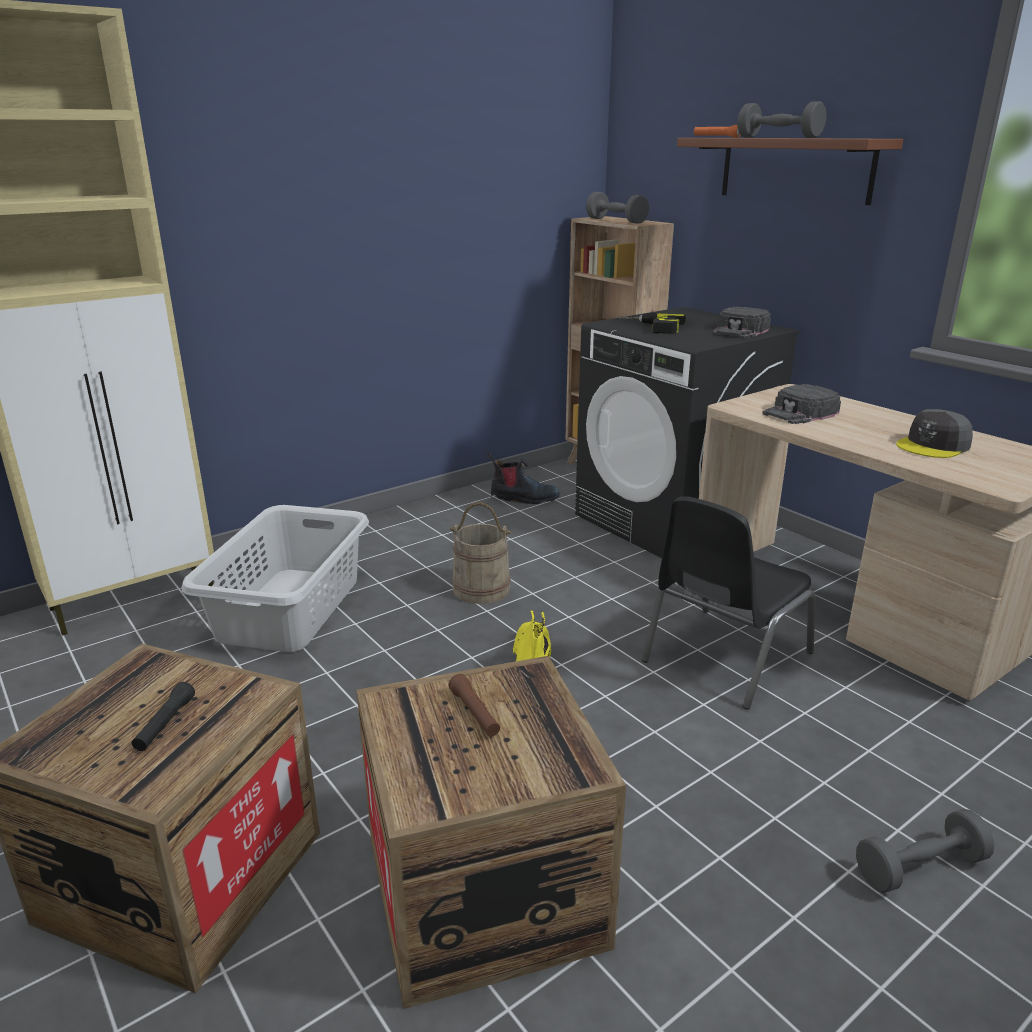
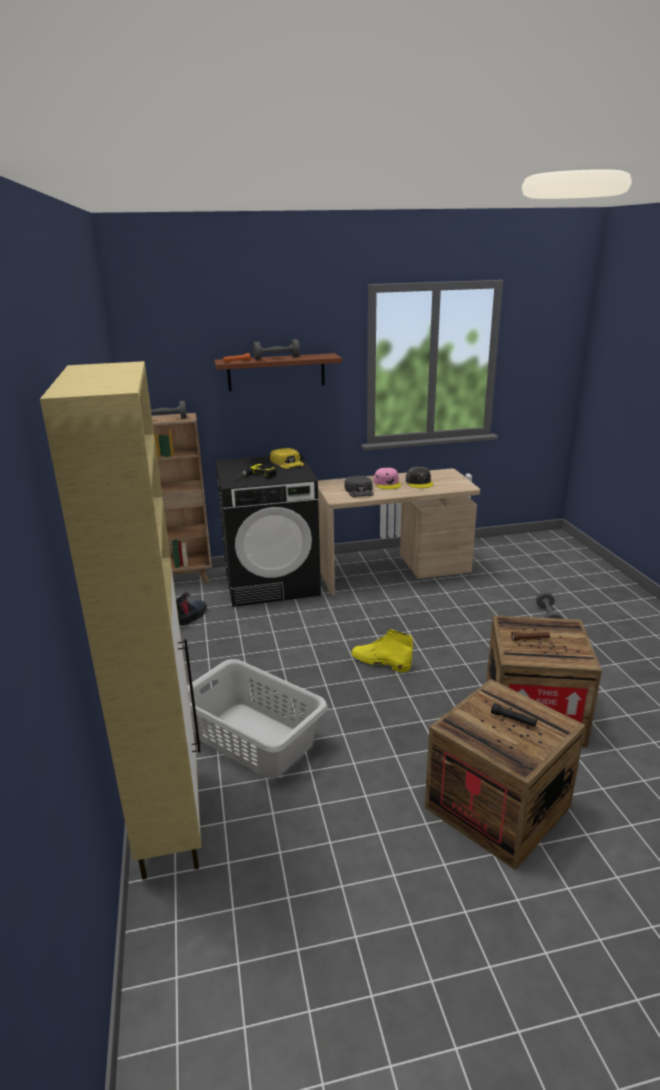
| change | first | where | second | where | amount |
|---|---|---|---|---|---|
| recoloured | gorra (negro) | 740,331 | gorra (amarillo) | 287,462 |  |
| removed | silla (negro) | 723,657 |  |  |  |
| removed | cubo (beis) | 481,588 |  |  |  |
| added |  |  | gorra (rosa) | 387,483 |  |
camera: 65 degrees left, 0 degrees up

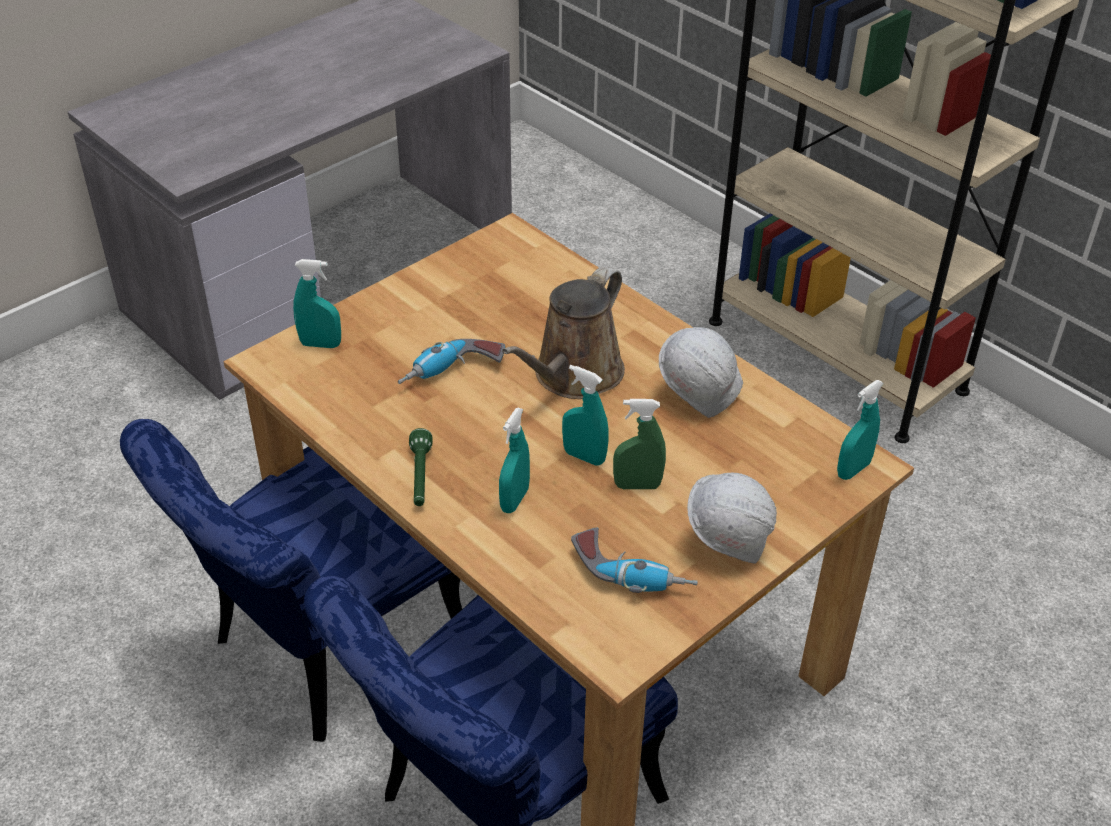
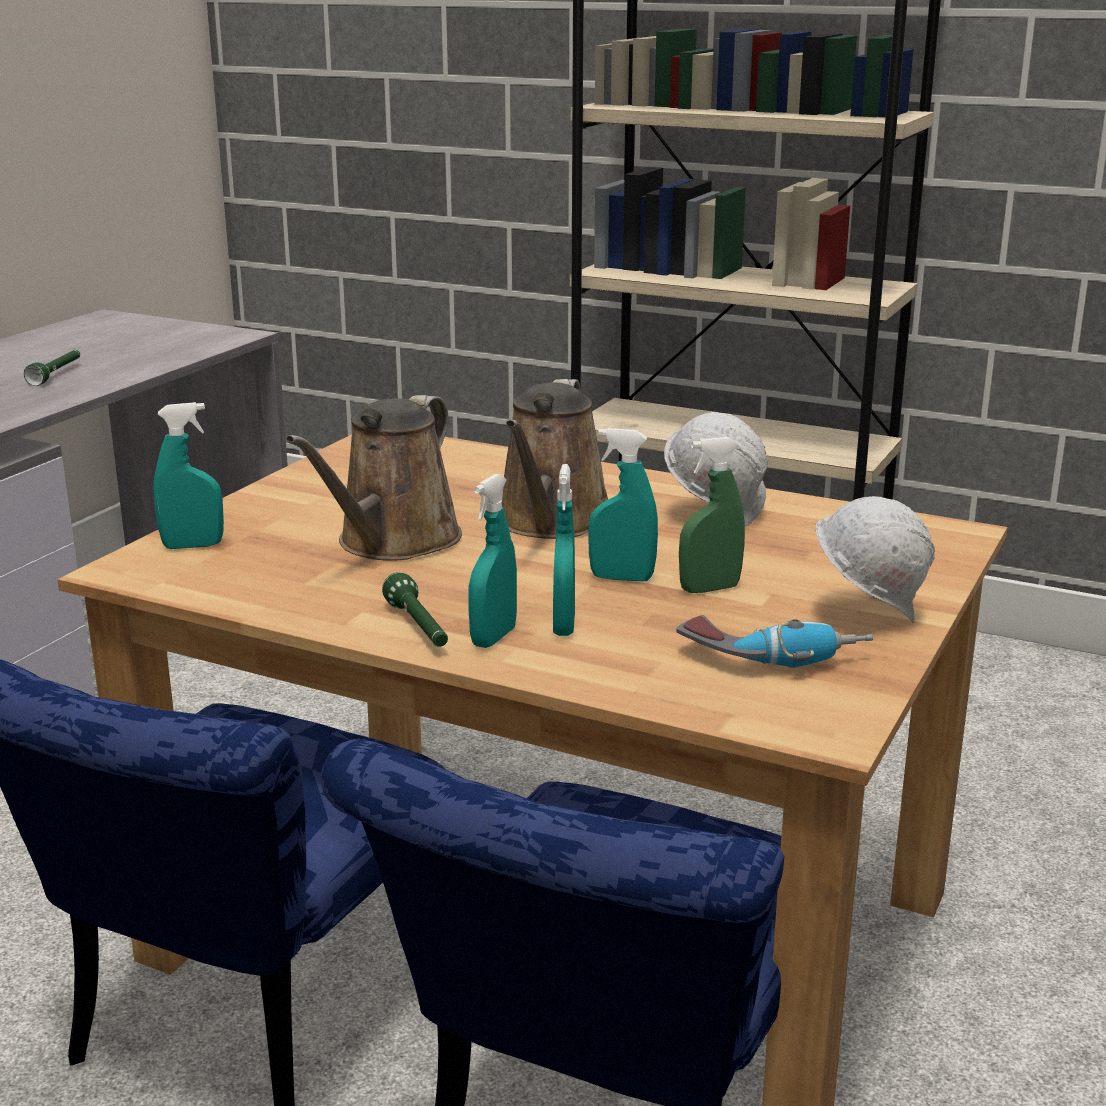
| change | first | where | second | where | amount |
|---|---|---|---|---|---|
| replaced | taladro | 452,374 | regadera (marrón) | 393,542 |  |
| moved | pulverizador (turquesa) | 853,469 |  | 493,638 |  |
| added |  |  | linterna (verde) | 57,374 |  |
camera: 20 degrees left, 20 degrees down

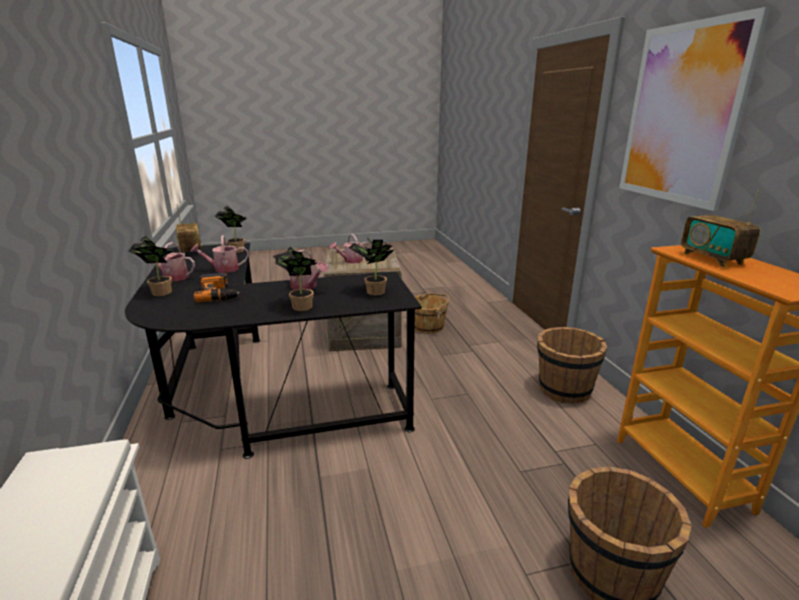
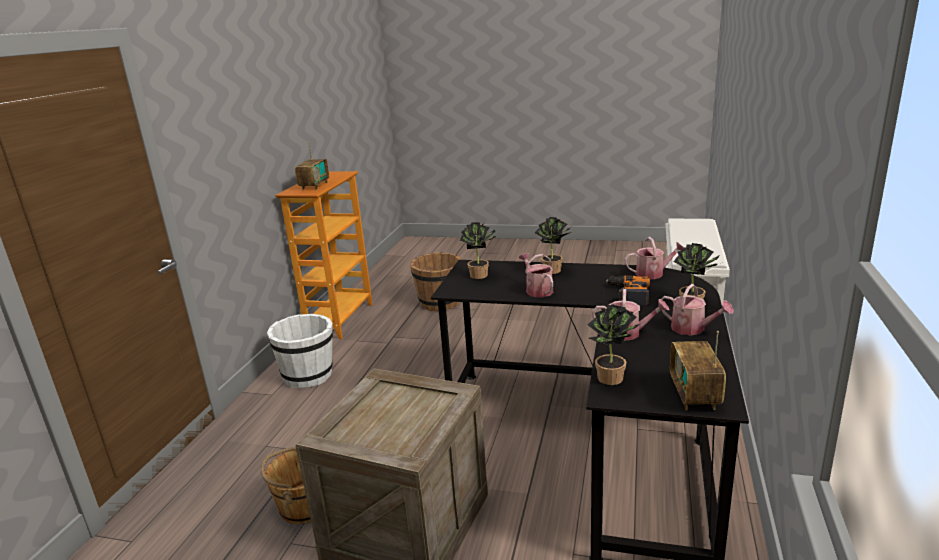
| change | first | where | second | where | amount |
|---|---|---|---|---|---|
| removed | cuadro | 682,115 |  |  |  |
| moved | regadera | 350,261 |  | 653,273 |  |
| recoloured | cubo (marrón) | 563,390 | cubo (blanco) | 308,375 |  |
camera: 150 degrees left, 0 degrees up

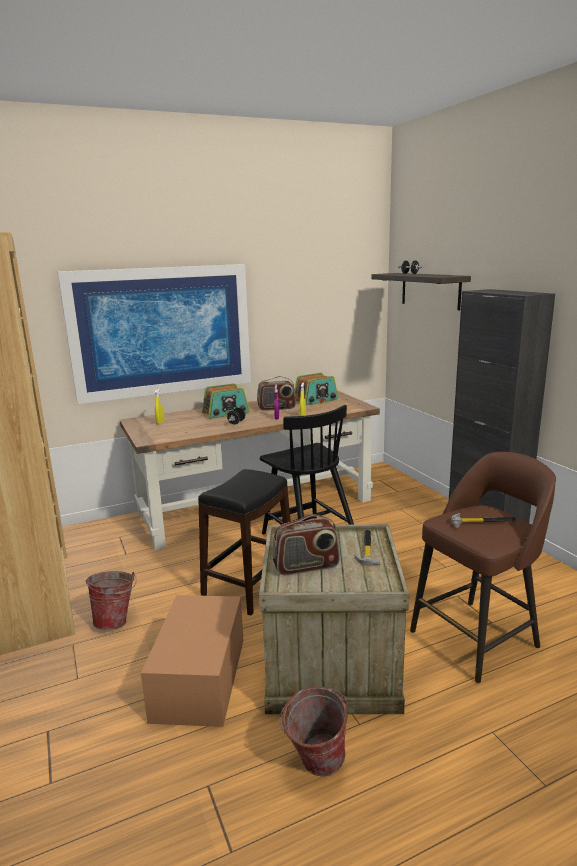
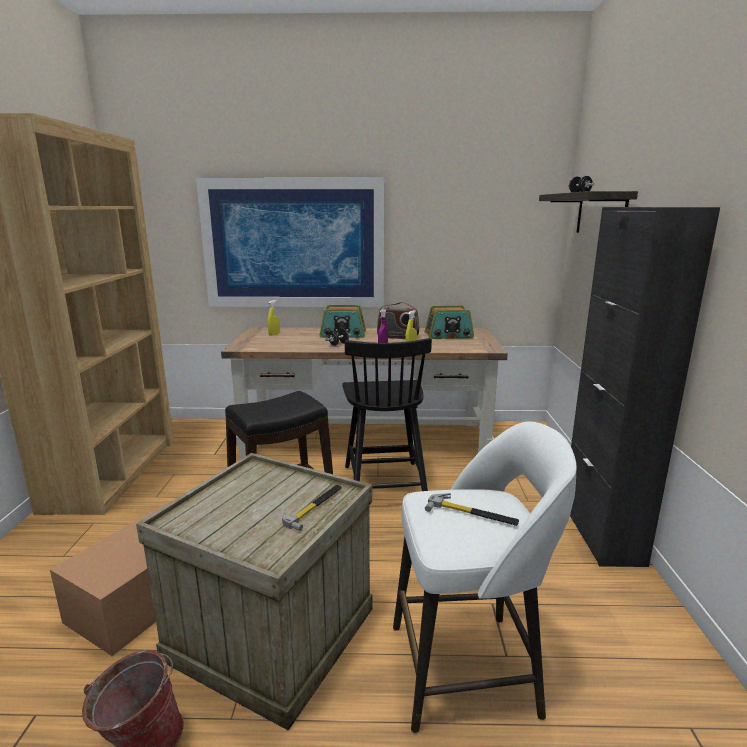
| change | first | where | second | where | amount |
|---|---|---|---|---|---|
| recoloured | taburete (marrón) | 476,637 | taburete (blanco) | 468,668 |  |
| removed | radio | 306,566 |  |  |  |
| removed | cubo | 116,621 |  |  |  |
camera: 25 degrees right, 0 degrees up

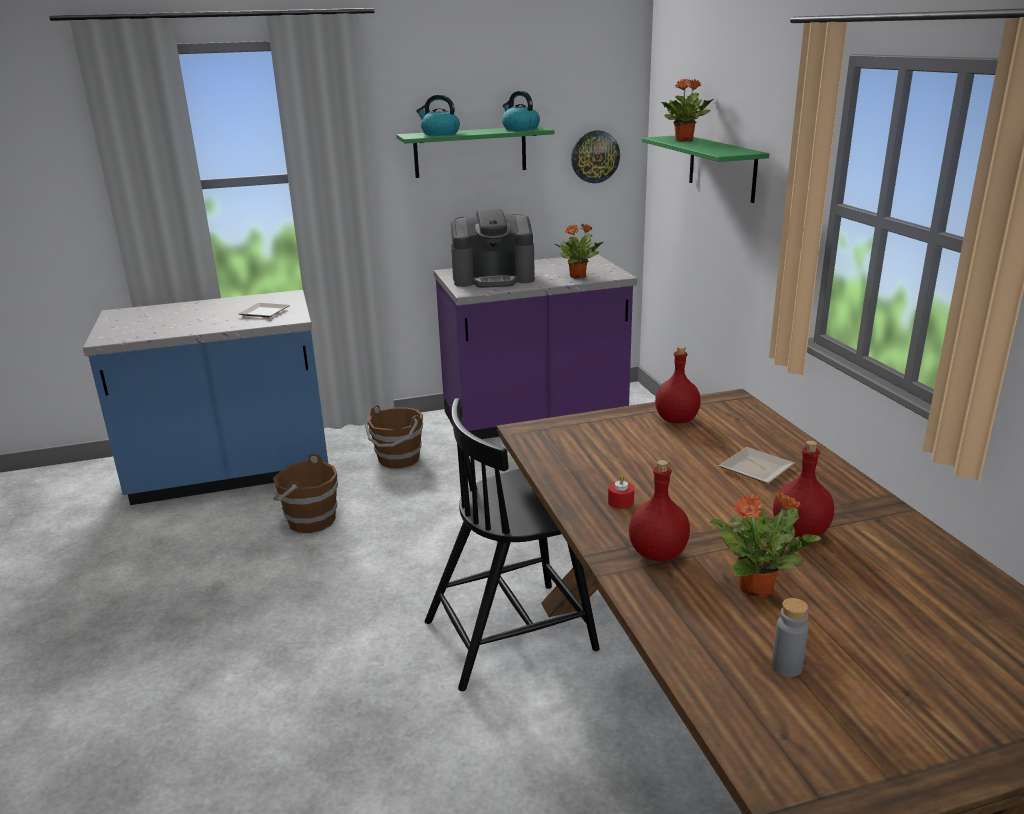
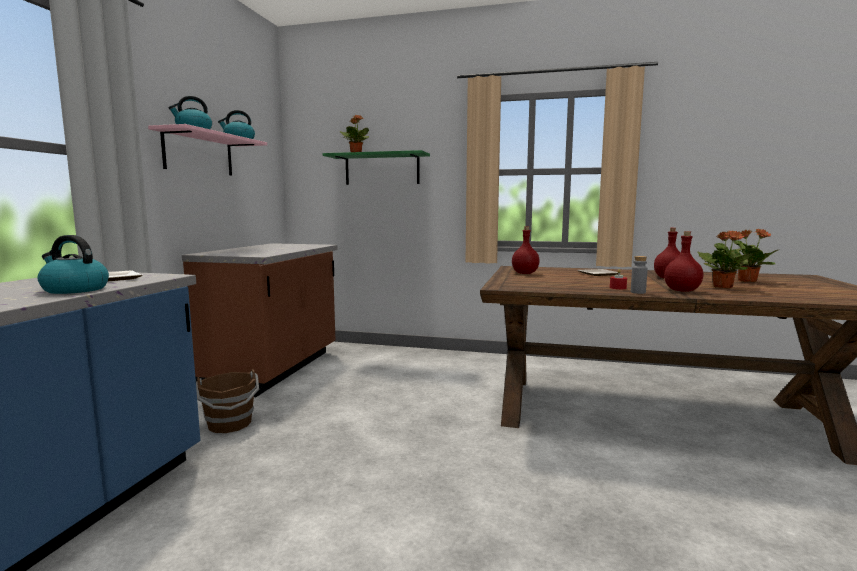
| change | first | where | second | where | amount |
|---|---|---|---|---|---|
| recoloured | estante (verde) | 470,152 | estante (rosa) | 199,154 |  |
| removed | reloj de pared | 595,156 |  |  |  |
| removed | cafetera | 493,278 |  |  |  |
| moved | planta en maceta | 578,276 |  | 746,281 |  |
| recoloured | mueble bajo de cocina (morado) | 535,418 | mueble bajo de cocina (marrón) | 275,370 |  |
| removed | silla (negro) | 512,633 |  |  |  |
| removed | cubo (marrón) | 310,520 |  |  |  |
| moved | botella (gris) | 786,667 |  | 638,292 |  |
| added |  |  | hervidor | 74,290 |  |
camera: 60 degrees left, 15 degrees down

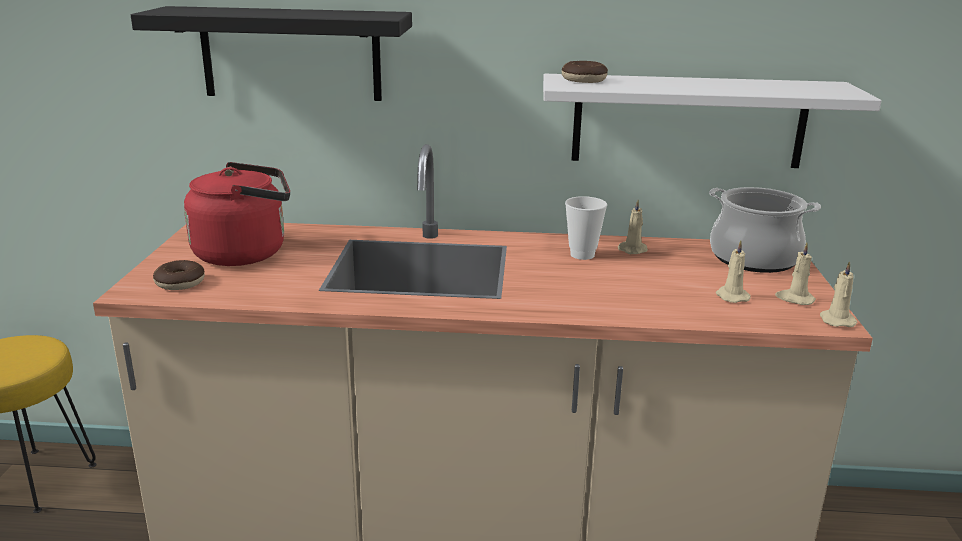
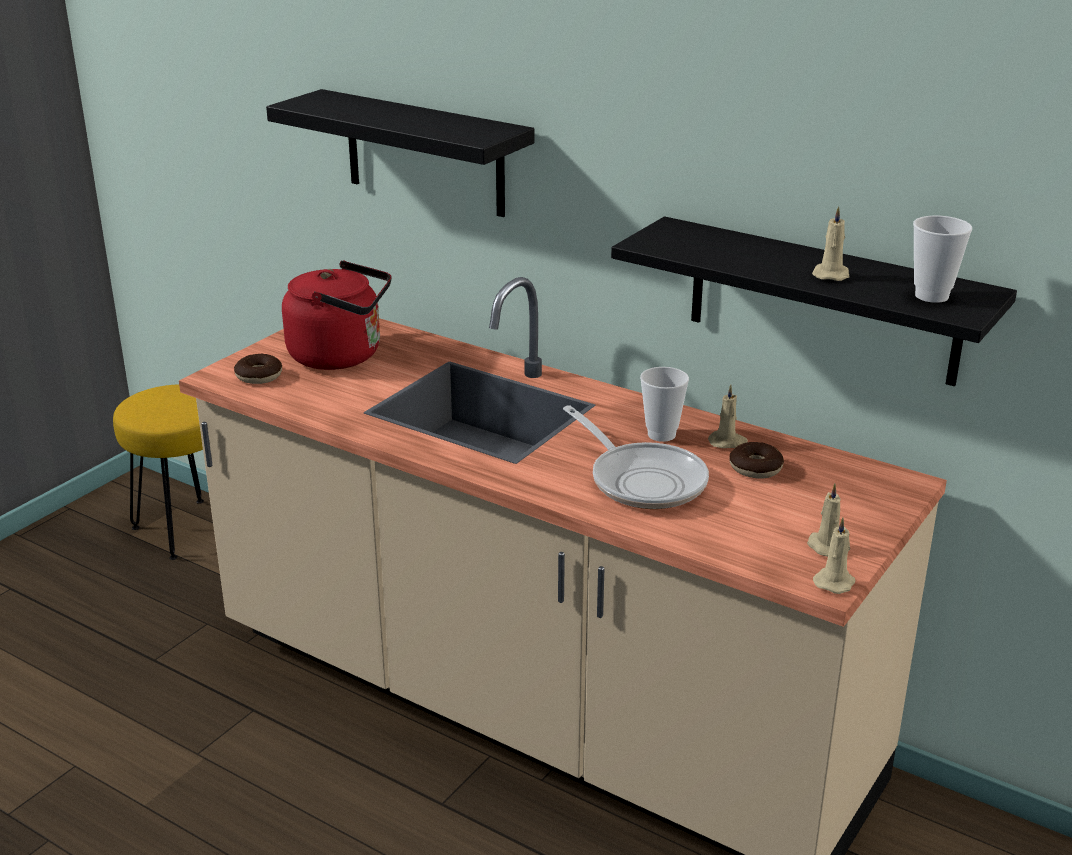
| change | first | where | second | where | amount |
|---|---|---|---|---|---|
| moved | rosquilla | 583,80 |  | 755,468 |  |
| recoloured | estante (blanco) | 688,121 | estante (negro) | 823,301 |  |
| removed | olla | 754,258 |  |  |  |
| moved | vela (beis) | 731,296 |  | 830,274 |  |
| added |  |  | taza | 931,296 |  |
| added |  |  | sartén | 642,480 |  |
camera: 30 degrees right, 5 degrees up

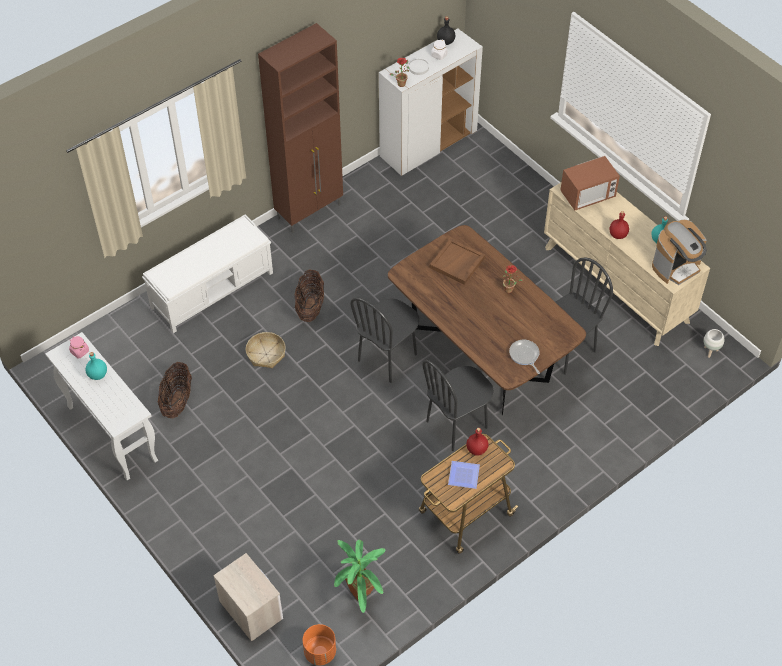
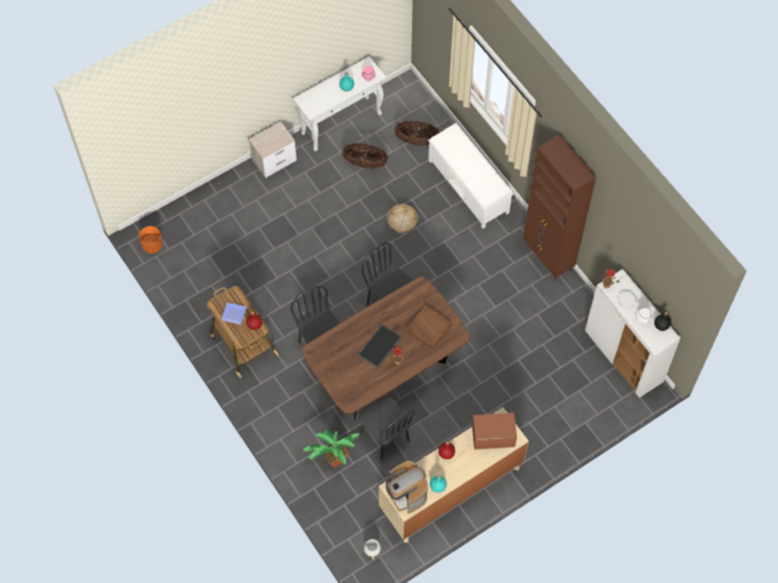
| change | first | where | second | where | amount |
|---|---|---|---|---|---|
| turned | microondas | 587,195 |  | 493,436 | 105 degrees clockwise |
| moved | cesta | 310,307 |  | 416,140 |  |
| removed | sartén | 524,355 |  |  |  |
| moved | planta en maceta | 360,596 |  | 332,460 |  |
| moved | mesita de noche | 250,609 |  | 275,160 |  |
| added |  |  | bandeja | 380,346 |  |
camera: 95 degrees right, 10 degrees up

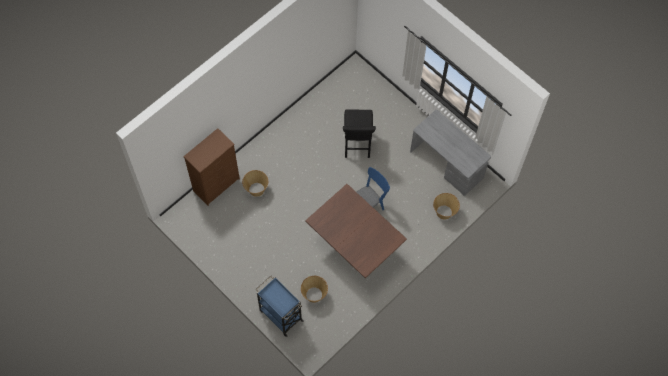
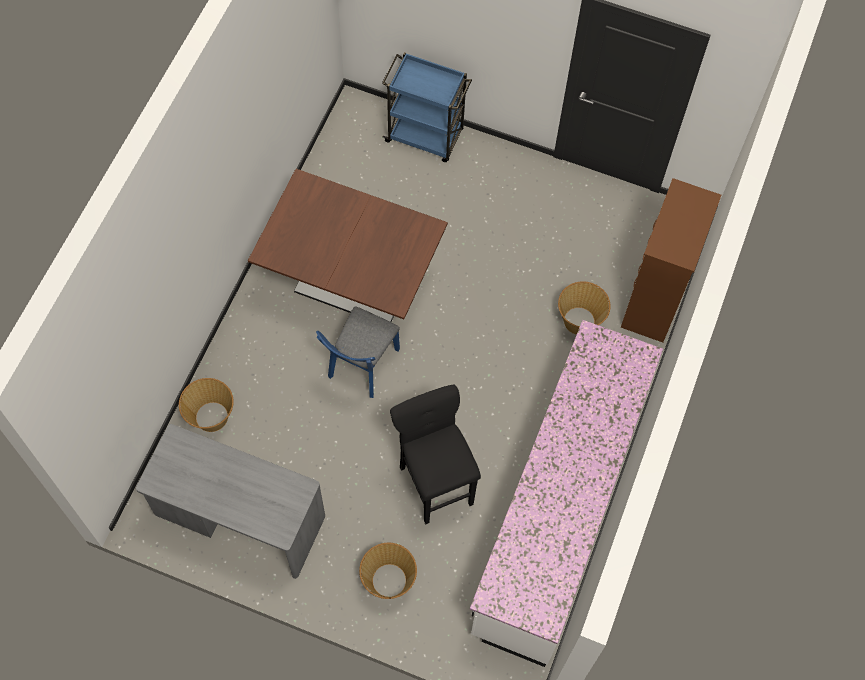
| change | first | where | second | where | amount |
|---|---|---|---|---|---|
| moved | cesta | 314,294 |  | 388,581 |  |
| added |  |  | mueble bajo de cocina (blanco) | 558,510 |  |
camera: 155 degrees right, 0 degrees up

